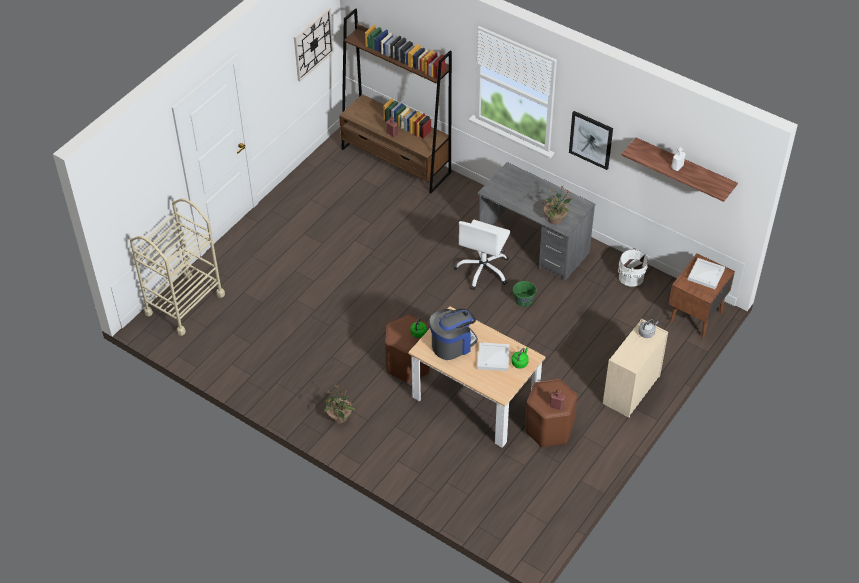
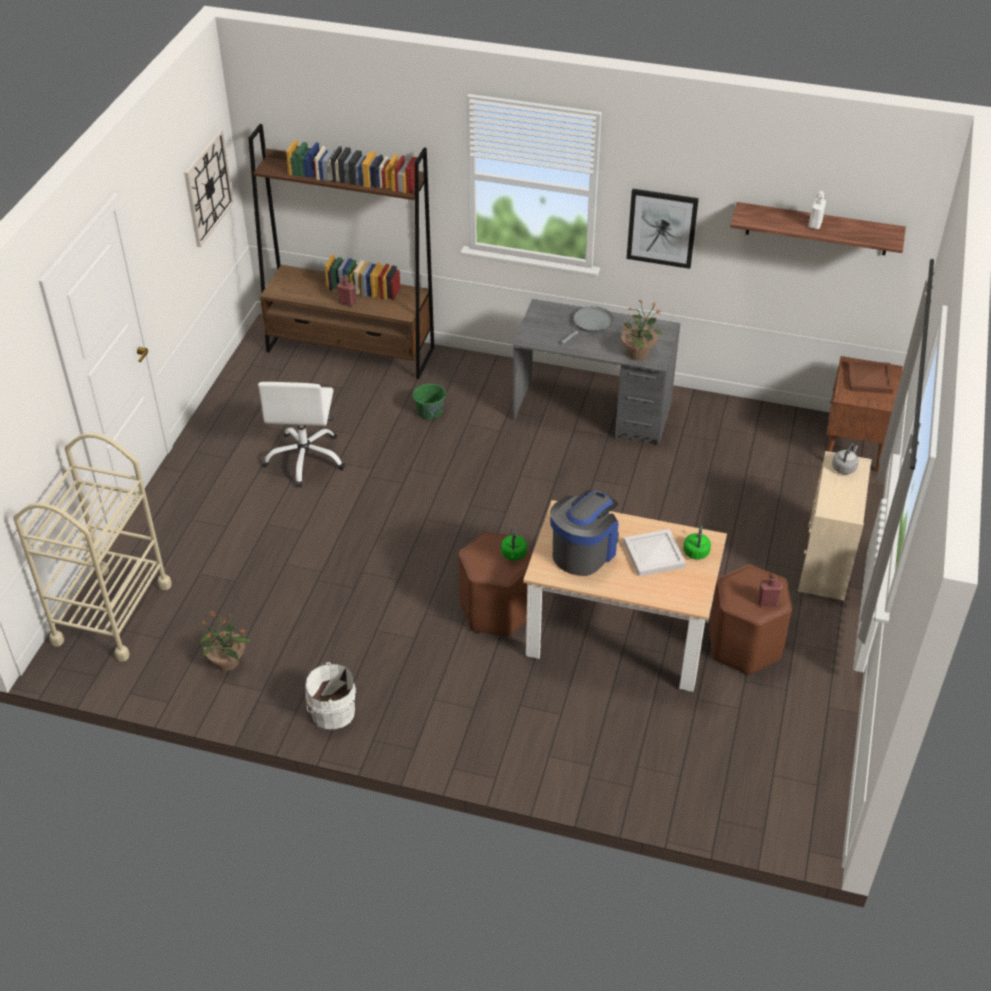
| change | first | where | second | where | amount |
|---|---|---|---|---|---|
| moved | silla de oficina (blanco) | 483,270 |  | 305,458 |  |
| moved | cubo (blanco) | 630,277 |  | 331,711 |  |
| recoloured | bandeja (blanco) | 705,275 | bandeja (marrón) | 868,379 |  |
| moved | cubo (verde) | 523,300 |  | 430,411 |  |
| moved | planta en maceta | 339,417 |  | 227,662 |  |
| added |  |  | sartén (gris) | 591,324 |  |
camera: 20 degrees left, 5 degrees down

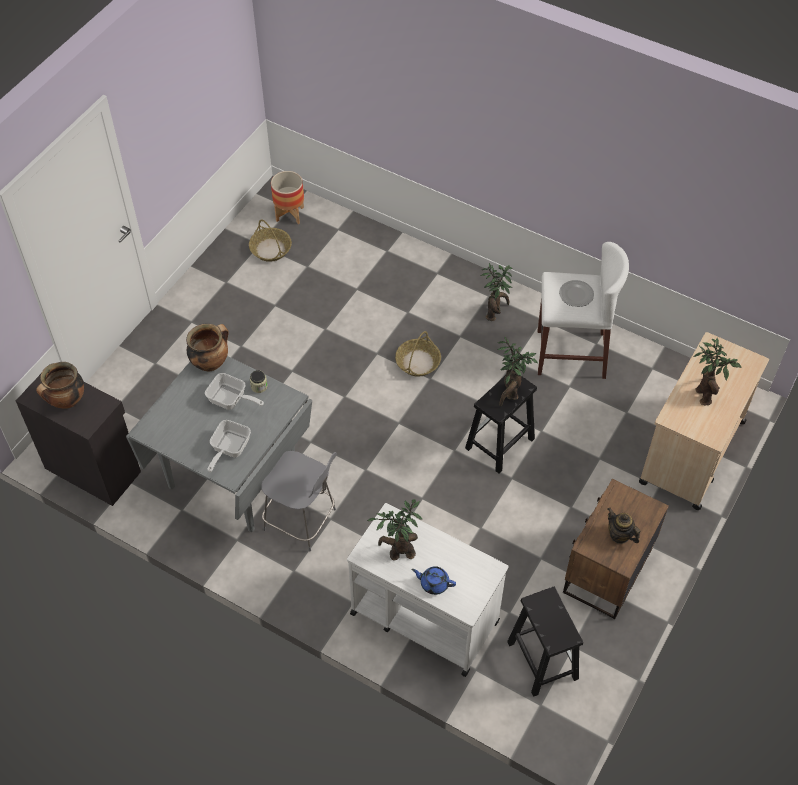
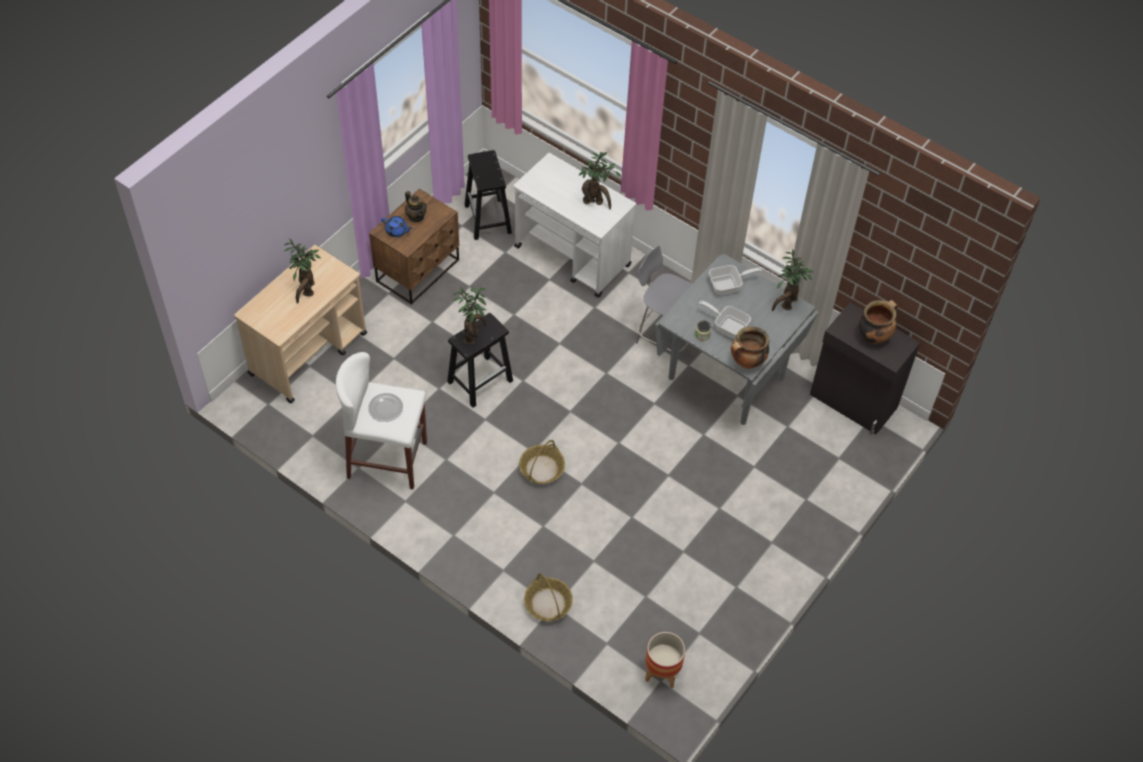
| change | first | where | second | where | amount |
|---|---|---|---|---|---|
| moved | cesta | 271,249 |  | 547,603 |  |
| moved | planta en maceta | 495,312 |  | 786,304 |  |
| turned | sartén | 228,449 |  | 728,285 | 45 degrees clockwise |
| moved | tetera (azul) | 434,583 |  | 397,231 |  |
camera: 175 degrees left, 0 degrees up

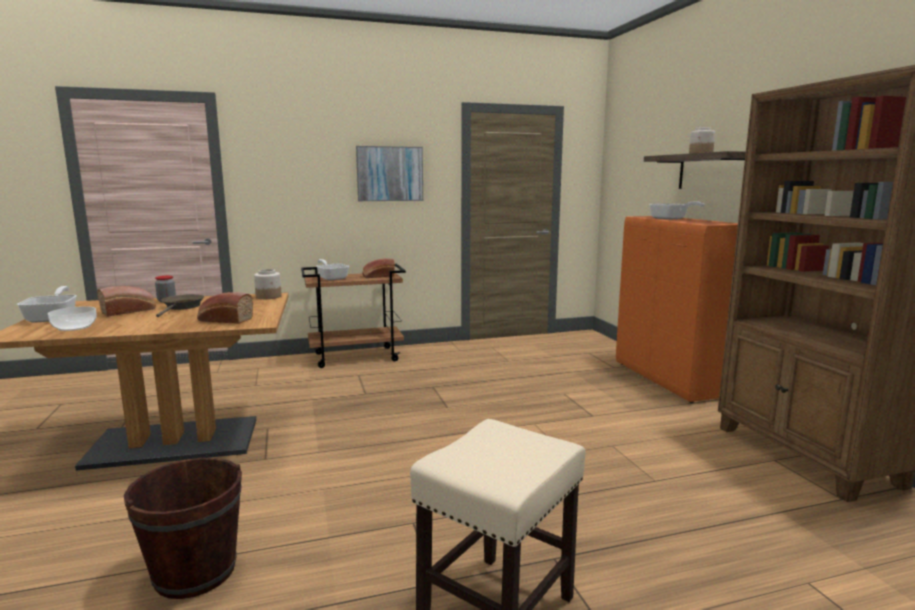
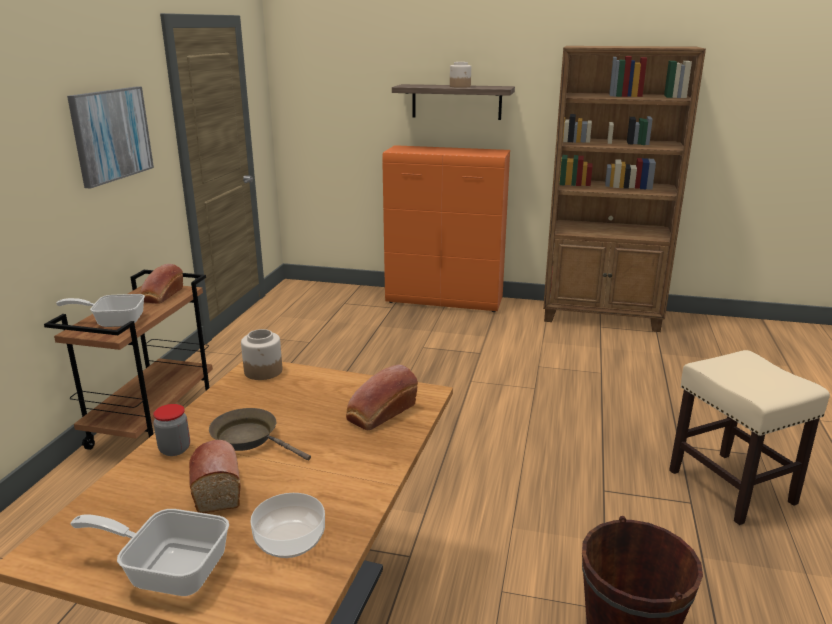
| change | first | where | second | where | amount |
|---|---|---|---|---|---|
| removed | sartén | 671,219 |  |  |  |
camera: 60 degrees left, 10 degrees up

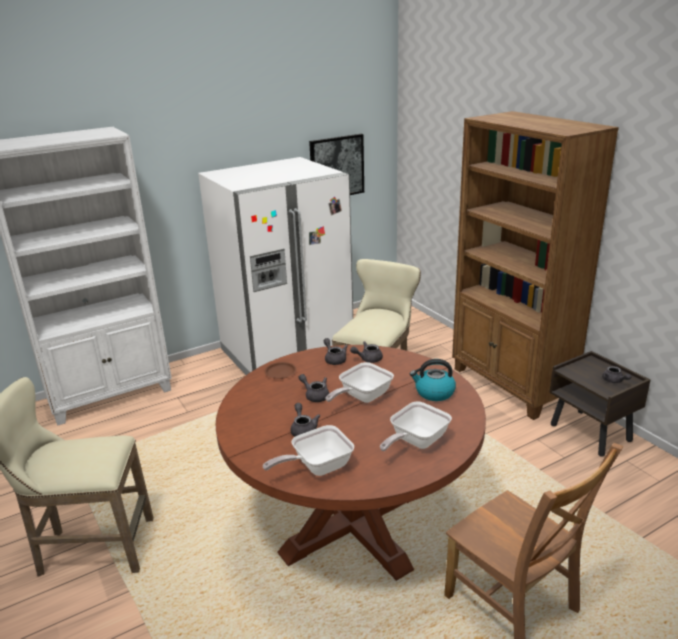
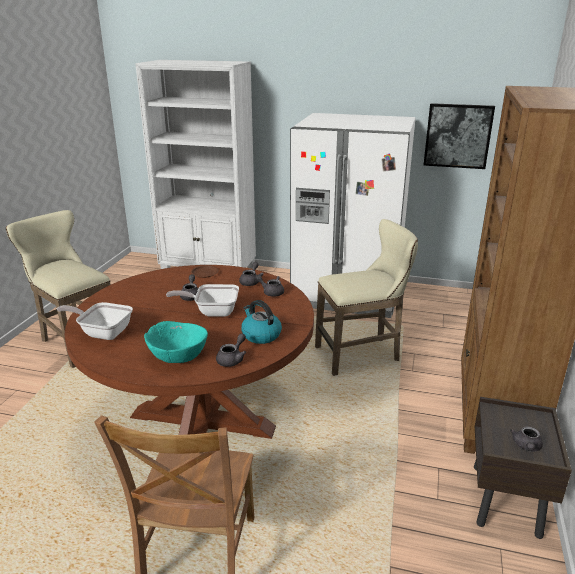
| change | first | where | second | where | amount |
|---|---|---|---|---|---|
| replaced | sartén | 415,442 | cuenco (turquesa) | 178,355 |  |
| moved | tetera (gris) | 303,429 |  | 232,359 |  |
camera: 45 degrees right, 0 degrees up

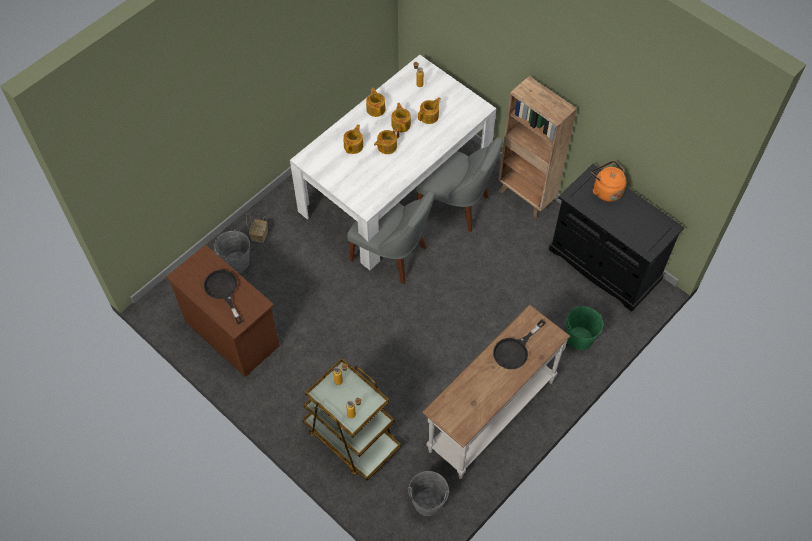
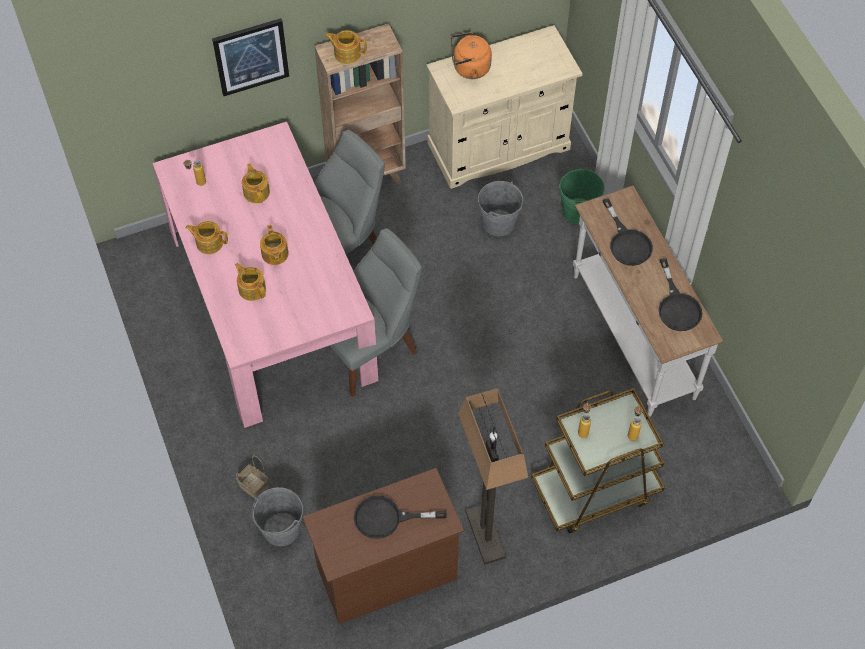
| change | first | where | second | where | amount |
|---|---|---|---|---|---|
| recoloured | mesa de comedor (blanco) | 395,186 | mesa de comedor (rosa) | 271,304 |  |
| moved | tetera | 401,124 |  | 346,53 |  |
| recoloured | armario (negro) | 604,265 | armario (beis) | 499,146 |  |
| moved | cubo (gris) | 428,502 |  | 499,223 |  |
| added |  |  | cuadro | 251,56 |  |
| added |  |  | sartén (negro) | 677,306 |  |
| added |  |  | lámpara de pie | 484,534 |  |
camera: 65 degrees left, 0 degrees up

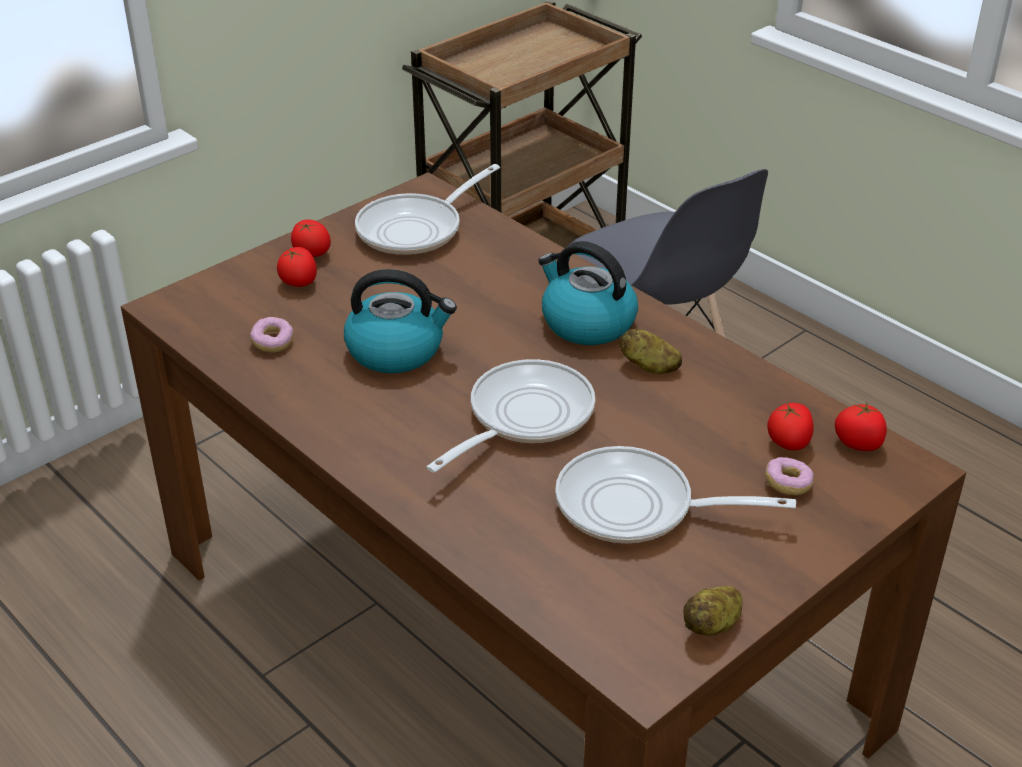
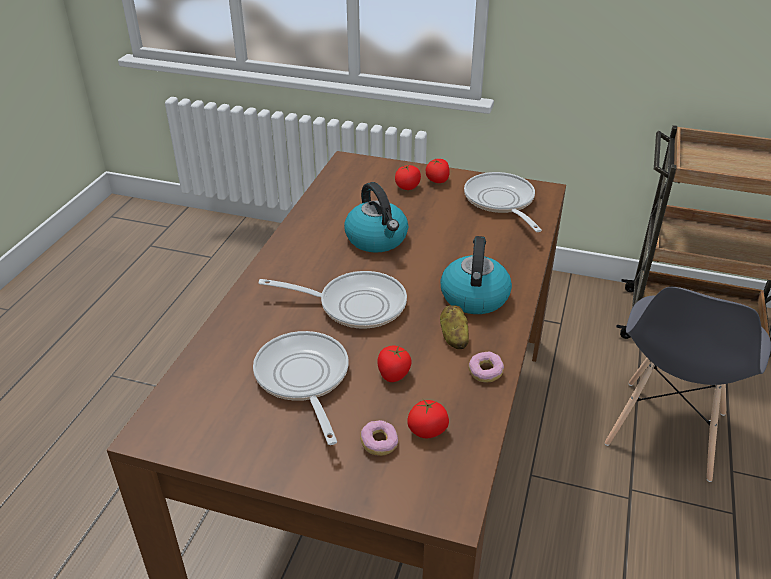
| change | first | where | second | where | amount |
|---|---|---|---|---|---|
| turned | sartén | 416,229 |  | 501,202 | 60 degrees clockwise |
| moved | rosquilla | 272,343 |  | 485,373 |  |
| moved | tomate | 859,443 |  | 393,374 |  |
| removed | patata | 713,625 |  |  |  |
camera: 60 degrees right, 0 degrees up

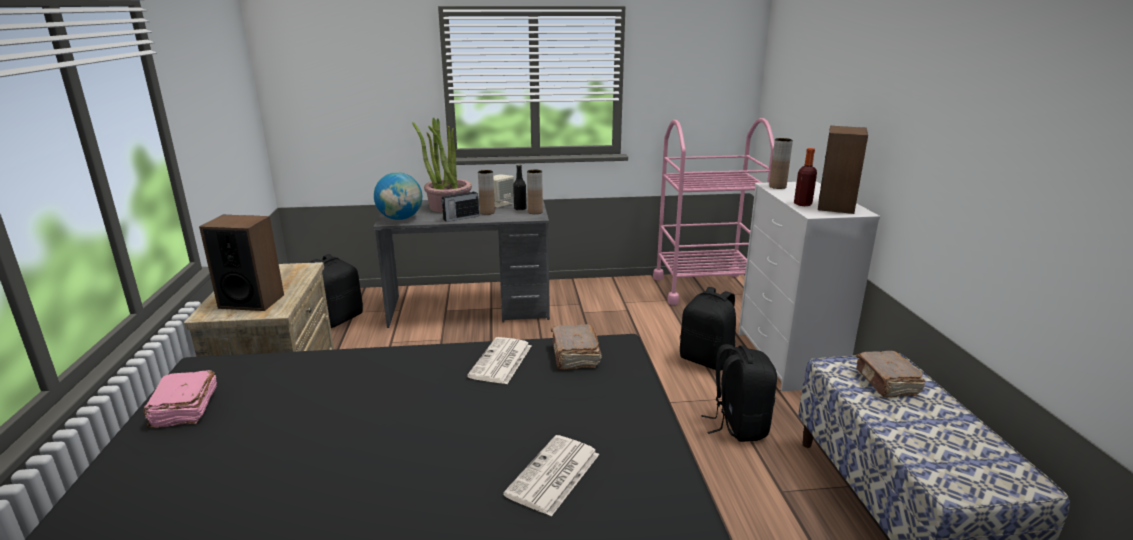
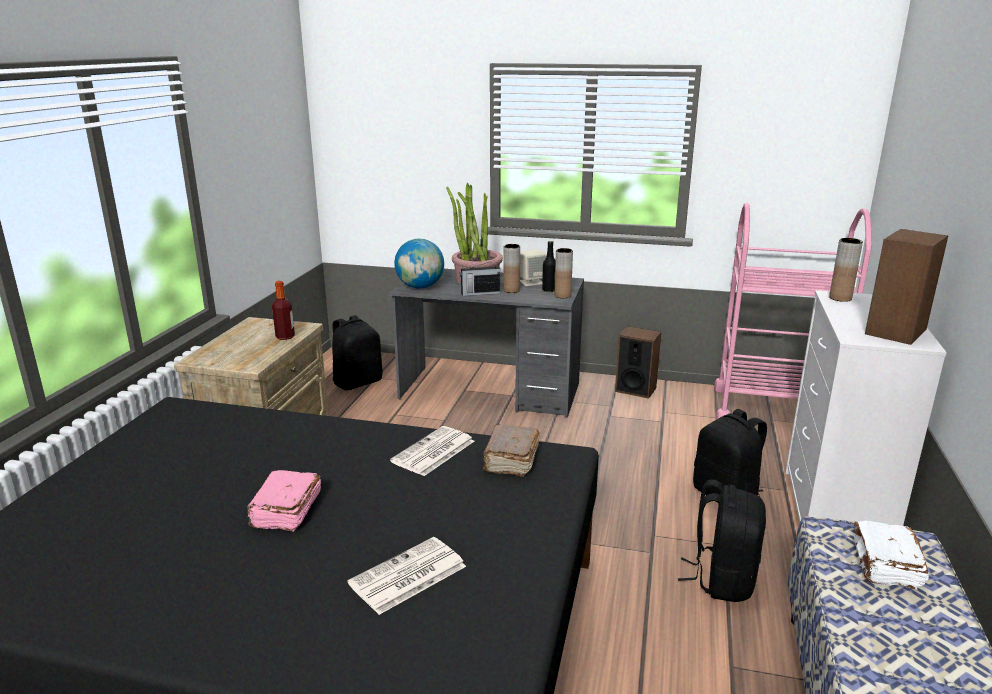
| change | first | where | second | where | amount |
|---|---|---|---|---|---|
| moved | botella | 802,204 |  | 285,337 |  |
| moved | altavoz | 251,301 |  | 635,389 |  |
| recoloured | libro (marrón) | 886,383 | libro (blanco) | 885,566 |  |
| moved | libro (rosa) | 184,409 |  | 285,512 |  |
camera: 20 degrees right, 0 degrees up

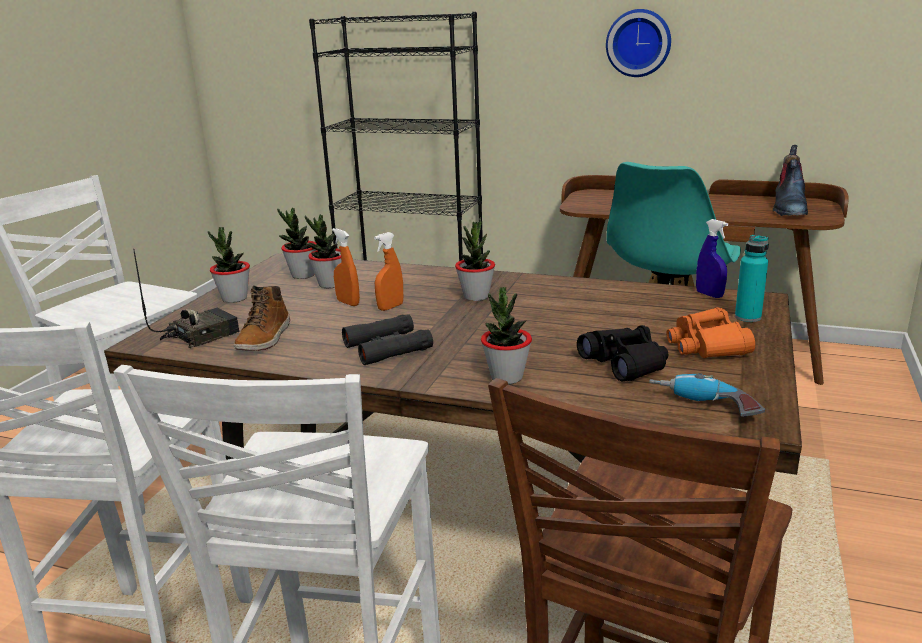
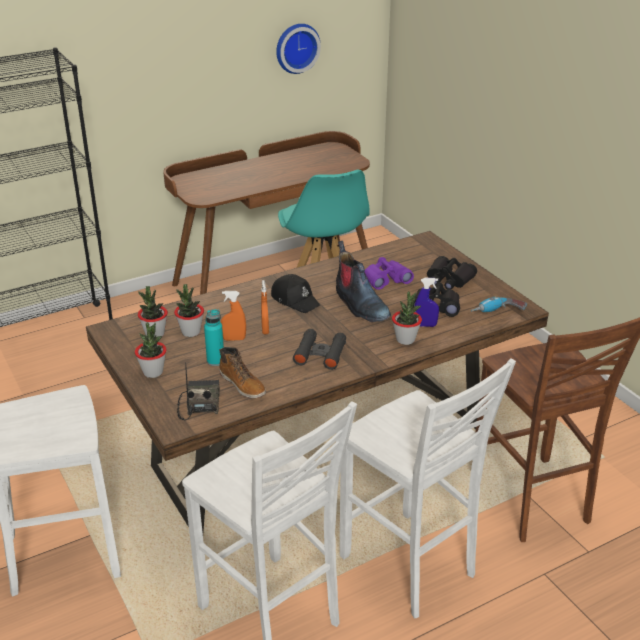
| change | first | where | second | where | amount |
|---|---|---|---|---|---|
| moved | reloj de pared | 638,43 |  | 296,47 |  |
| moved | bota | 788,208 |  | 360,305 |  |
| replaced | planta en maceta | 476,296 | gorra (negro) | 295,300 |  |
| moved | pulverizador (azul) | 709,295 |  | 425,325 |  |
| moved | botella (turquesa) | 747,317 |  | 215,361 |  |
| recoloured | prismáticos (naranja) | 706,345 | prismáticos (negro) | 449,279 |  |
| added |  |  | prismáticos (morado) | 386,280 |  |
camera: 50 degrees left, 10 degrees up

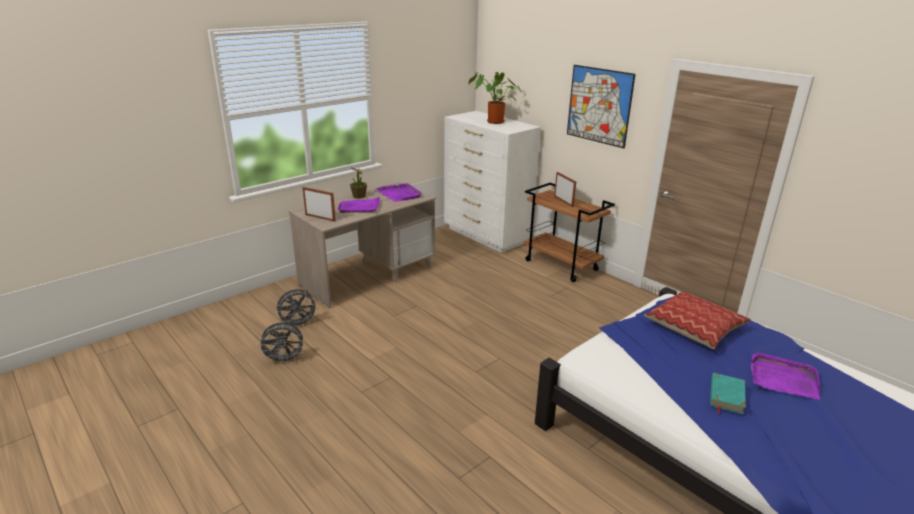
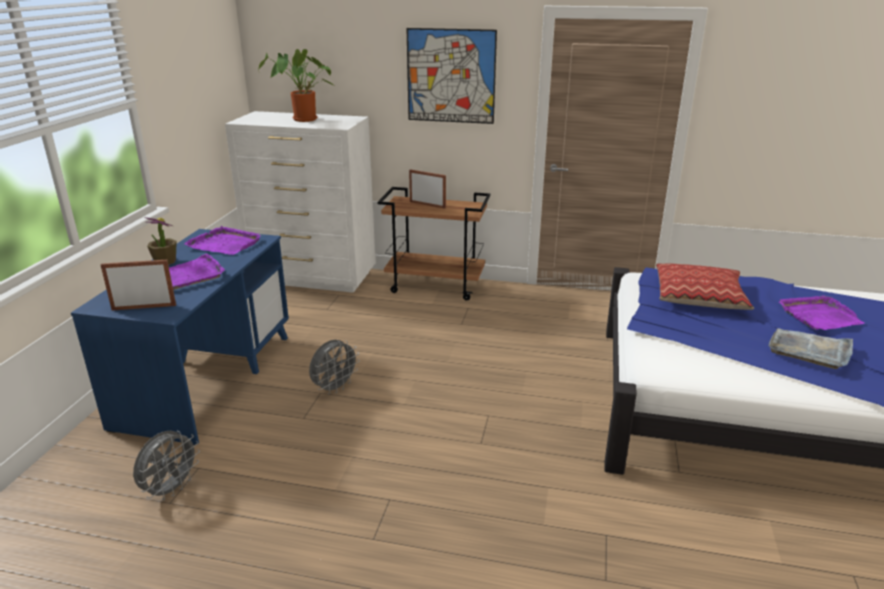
| change | first | where | second | where | amount |
|---|---|---|---|---|---|
| recoloured | escritorio (beis) | 368,275 | escritorio (azul) | 207,378 |  |
| moved | ventilador (gris) | 285,360 |  | 334,388 |  |
| replaced | libro (turquesa) | 726,396 | bandeja (gris) | 809,350 |  |
camera: 35 degrees left, 0 degrees up

